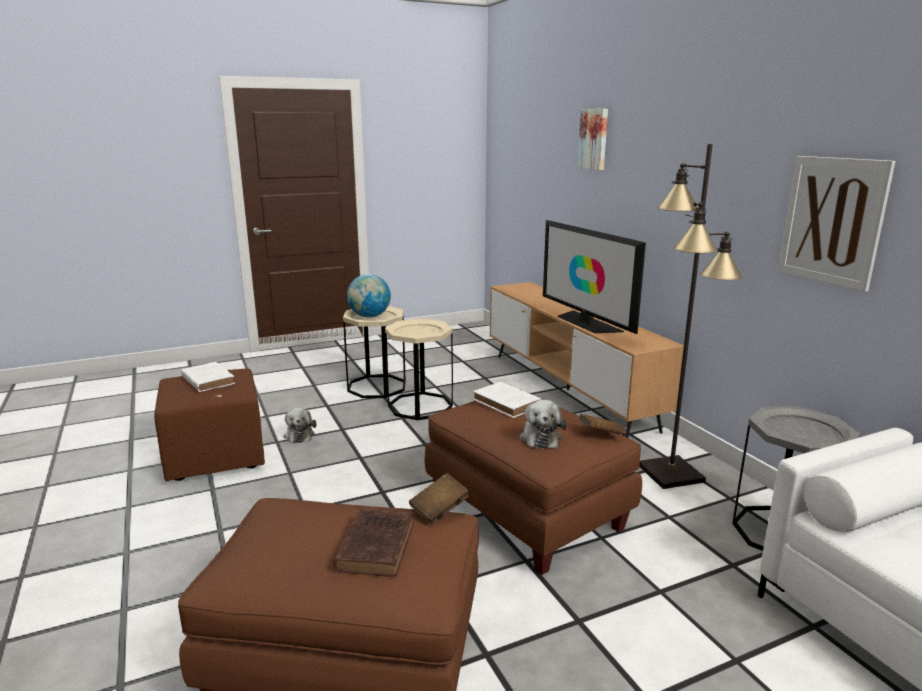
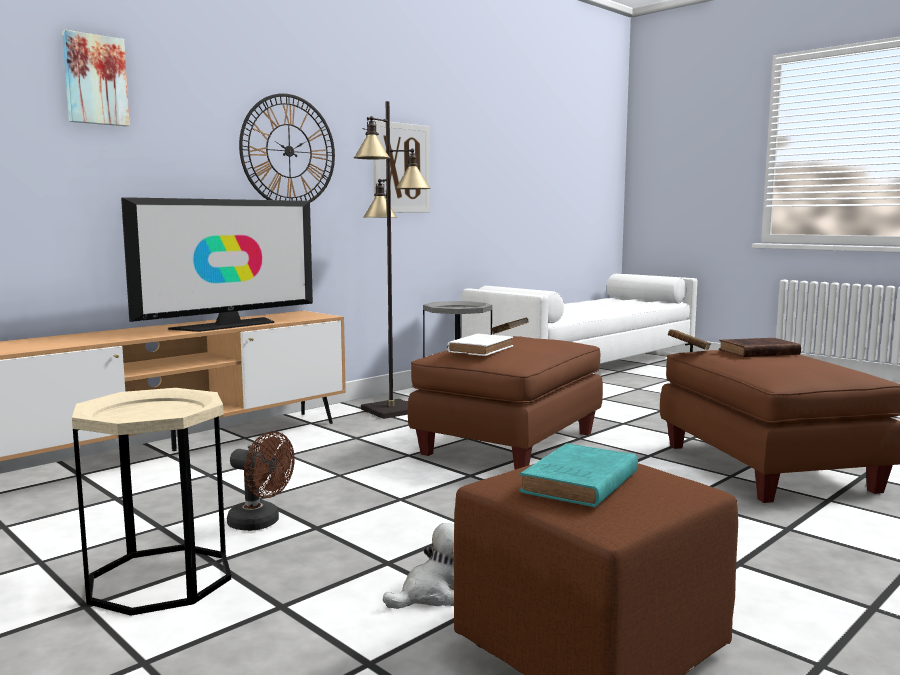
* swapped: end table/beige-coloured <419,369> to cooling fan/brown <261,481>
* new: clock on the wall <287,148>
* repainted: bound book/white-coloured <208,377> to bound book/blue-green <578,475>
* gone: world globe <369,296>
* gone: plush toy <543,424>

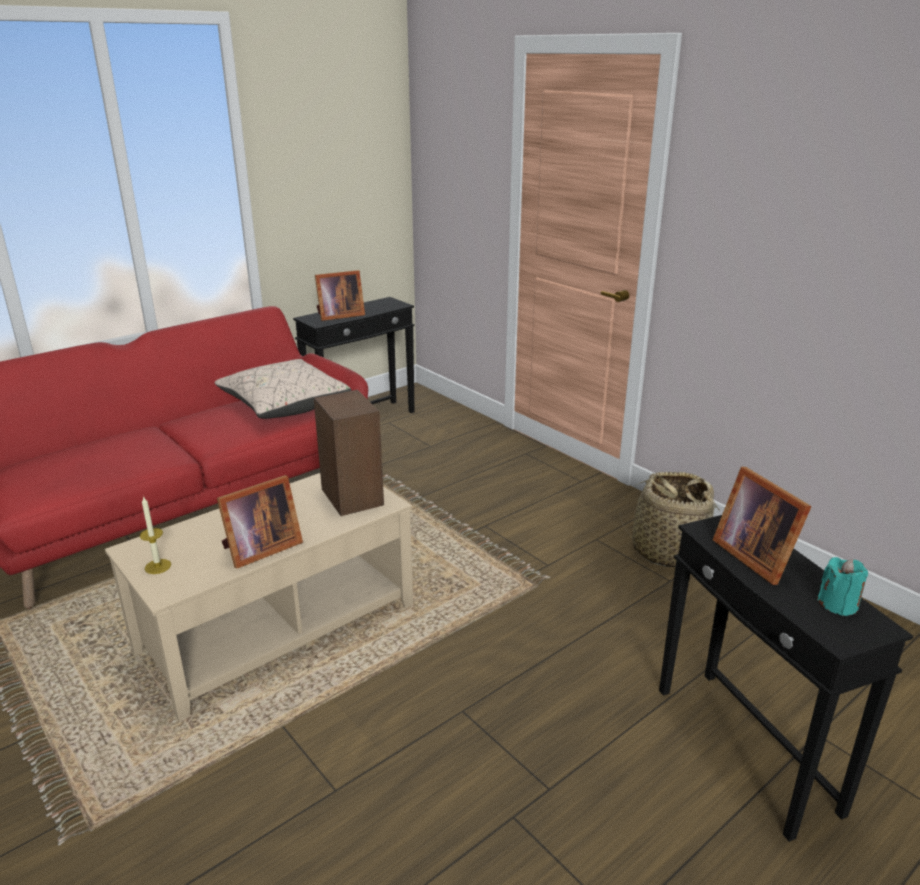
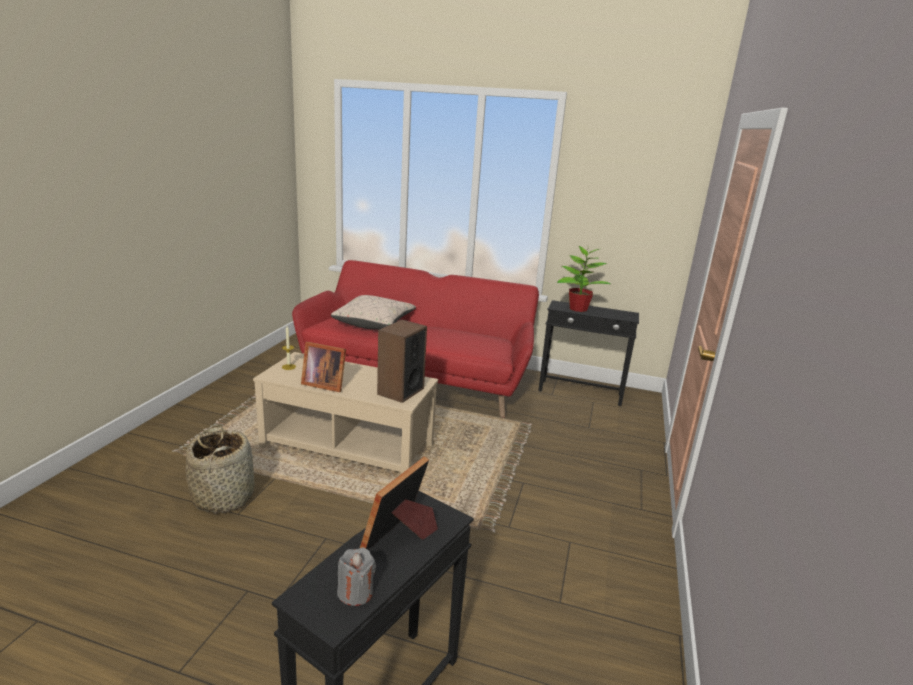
* shifted: household basket <670,519> to <220,470>
* shifted: cushion/beige-coloured <283,389> to <373,312>
* repainted: candle/blue-green <842,586> to candle/greyish <356,577>
* swapped: photo frame <340,295> to plant in a pot <583,279>

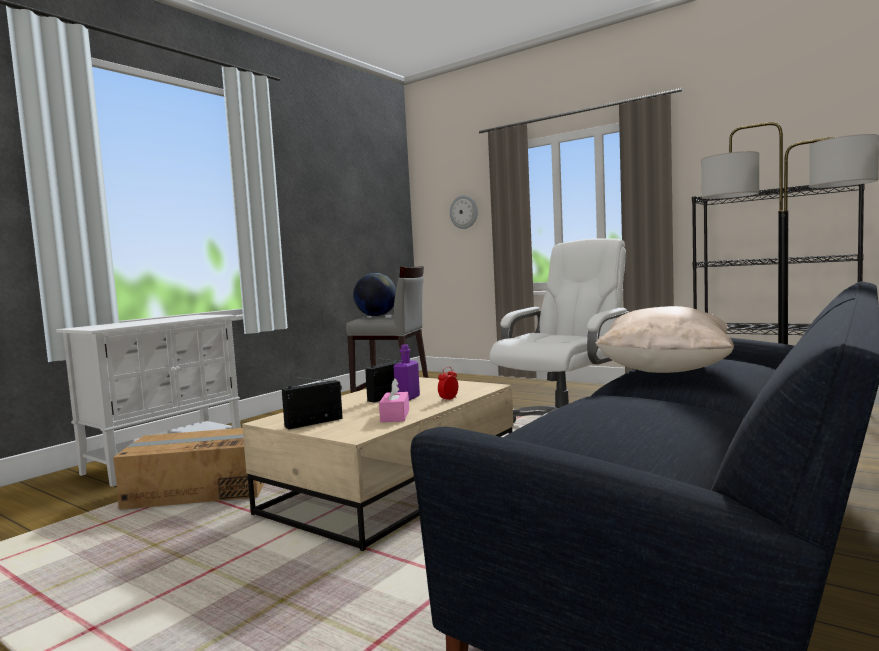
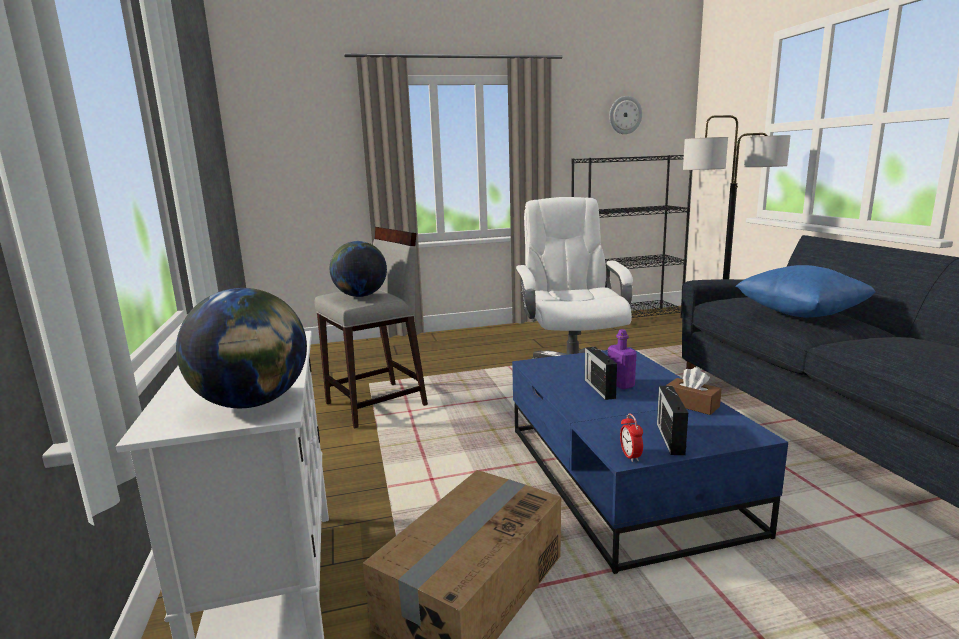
* new: world globe <241,348>
* repainted: low table/beige-coloured <377,464> to low table/blue-coloured <650,460>
* shifted: clock on the wall <464,212> to <625,115>
* shifted: alarm clock <448,383> to <631,438>
* repainted: box of tissues/pinkish <394,400> to box of tissues/brown <693,391>
* repainted: cushion/beige-coloured <664,339> to cushion/blue-coloured <805,291>

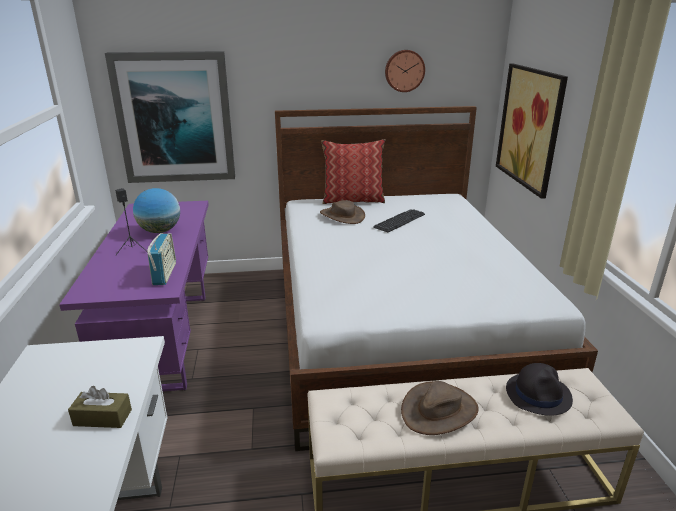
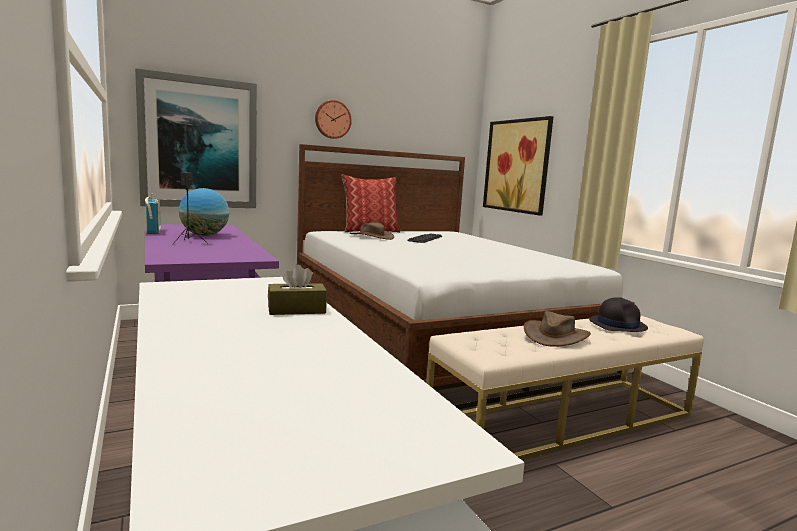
* shifted: radio receiver <161,259> to <153,214>
* shifted: clock on the wall <405,71> to <333,119>

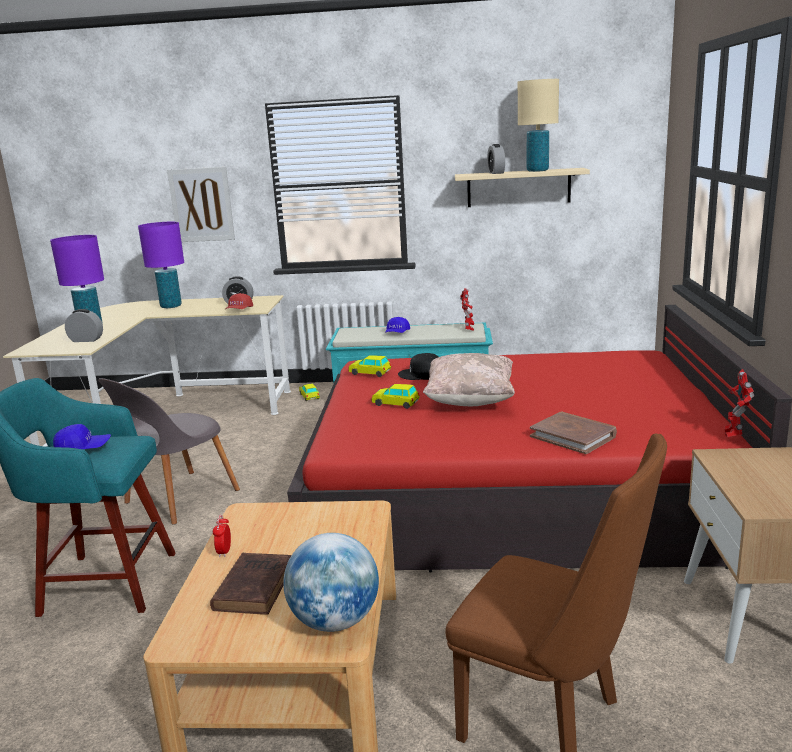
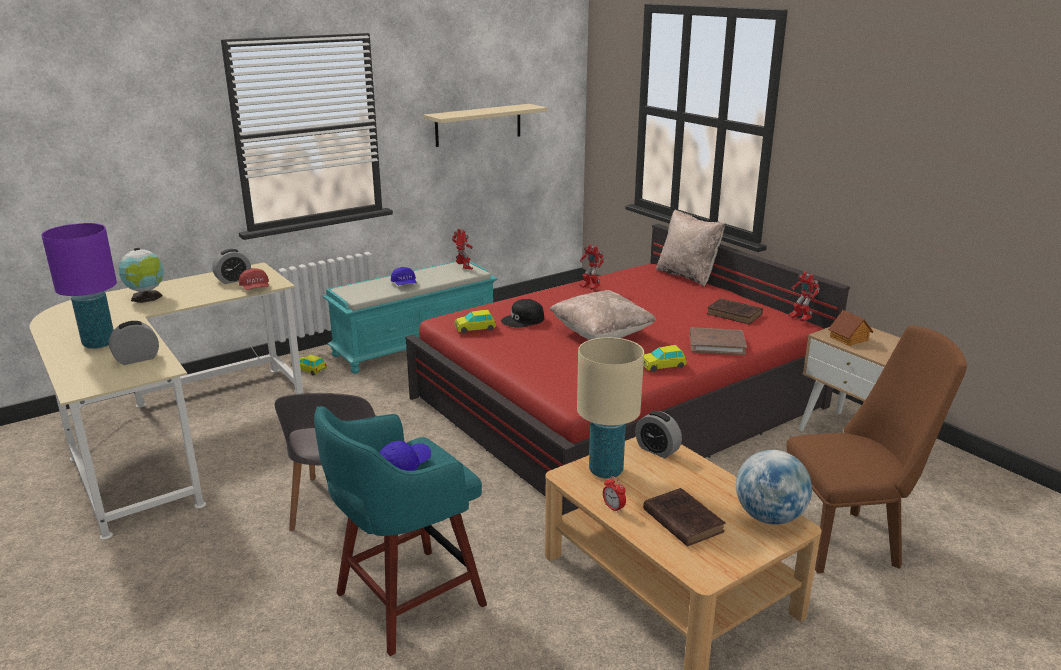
* swapped: table lamp/purplish <161,265> to world globe <141,275>
* shifted: table lamp/beige-coloured <538,125> to <610,408>
* new: robot figure <592,267>
* shifted: alarm clock <496,159> to <658,434>
* shifted: miniature car <395,396> to <665,358>
* new: cushion/beige-coloured <690,248>
* new: bound book/brown <735,311>
* new: miniature house <850,328>
* gone: picture <201,204>

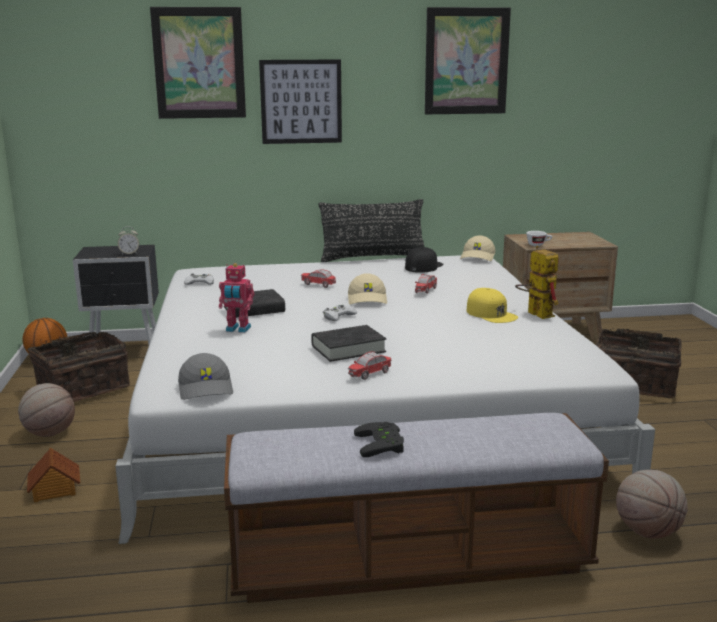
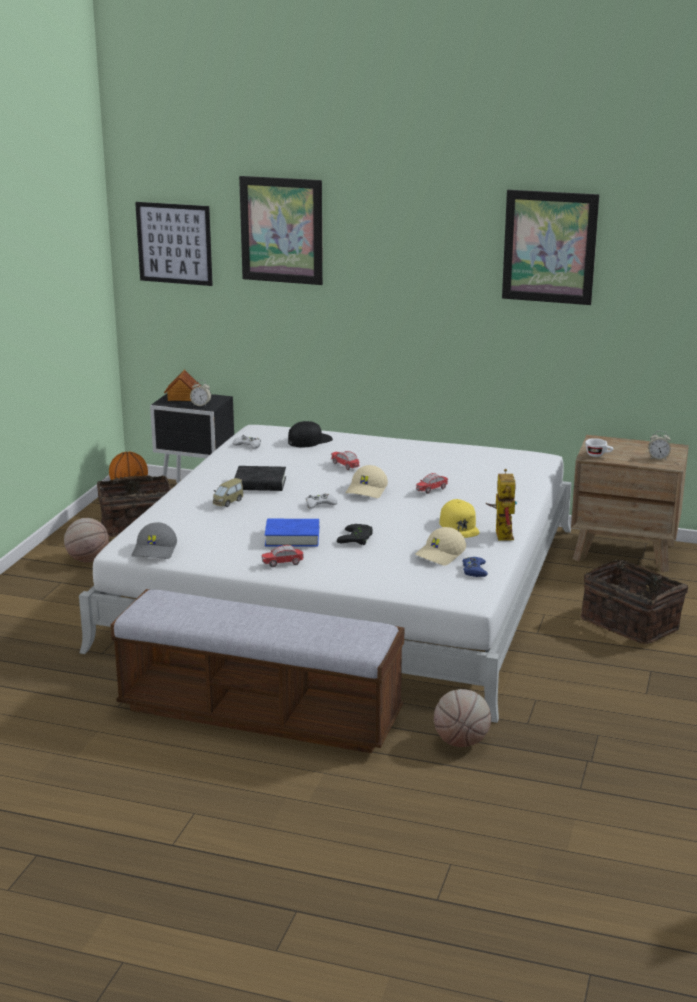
* shifted: picture <300,102> to <174,244>
* shifted: miniature house <53,475> to <182,385>
* swapped: robot figure <236,298> to miniature car <227,492>
* repainted: bound book/black <348,343> to bound book/blue-coloured <292,533>
* shifted: baseball cap/black <424,260> to <310,434>
* shifted: gamepad/black <379,439> to <355,534>
* shifted: baseball cap/beige-coloured <477,248> to <440,546>
* new: gamepad/blue-coloured <475,567>
* new: alarm clock <659,445>
* gone: cushion/black <371,230>

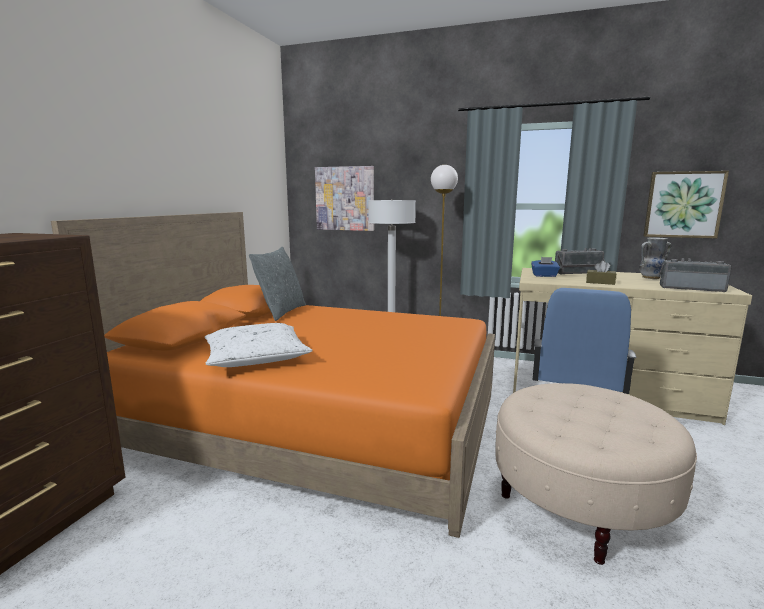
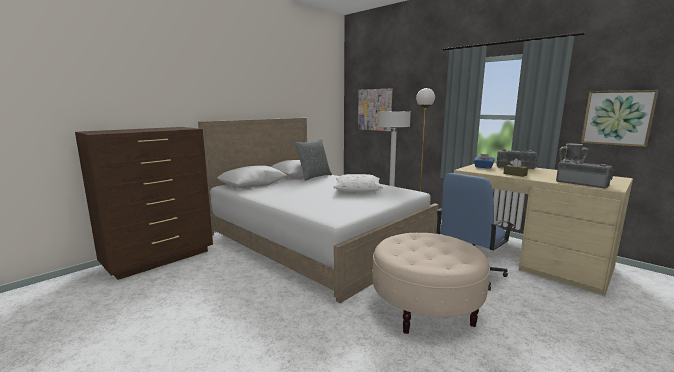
* repainted: sleeping bed/orange-coloured <273,375> to sleeping bed/white-coloured <318,210>
* shifted: cushion/white-coloured <259,345> to <358,183>

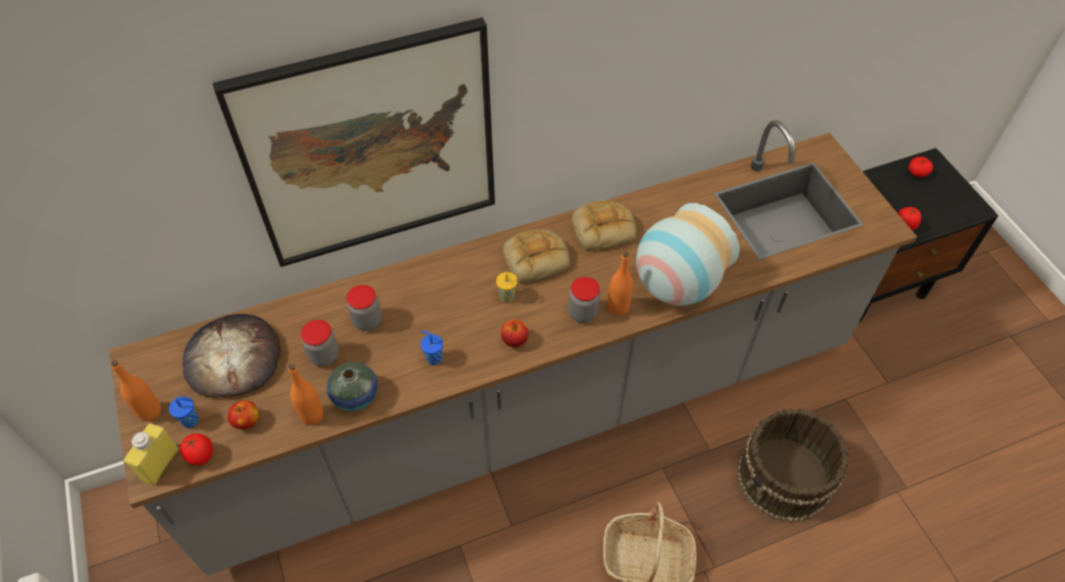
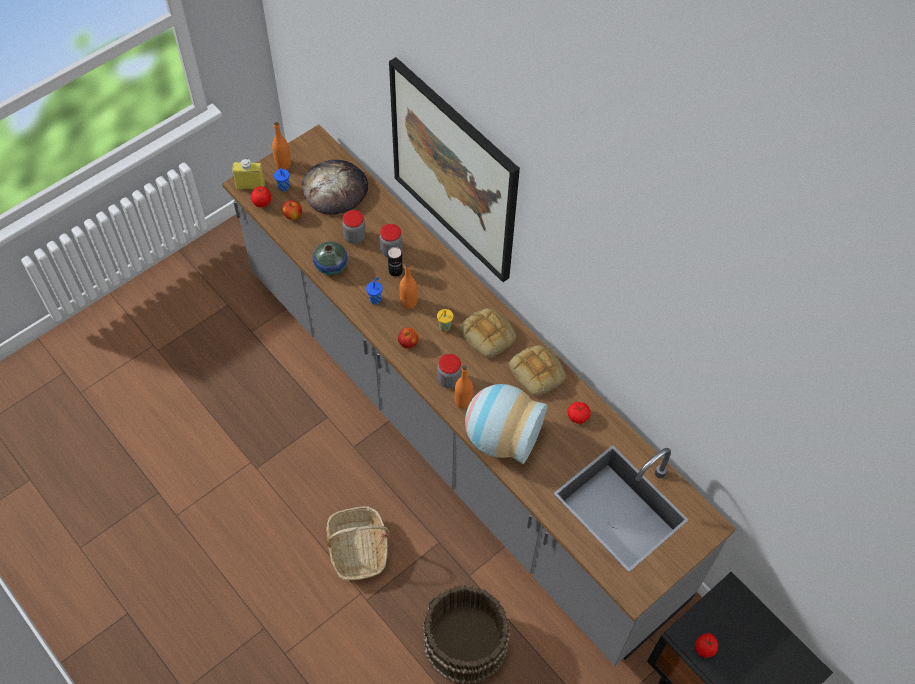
* new: sealed can <395,262>
* shifted: beverage bottle/orange-coloured <305,394> to <408,286>
* shifted: fresh tomato <920,167> to <579,413>

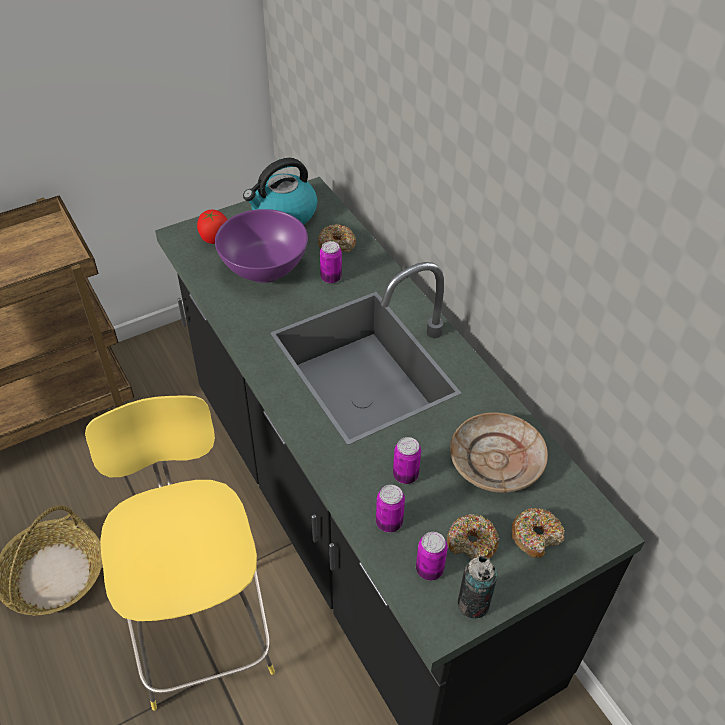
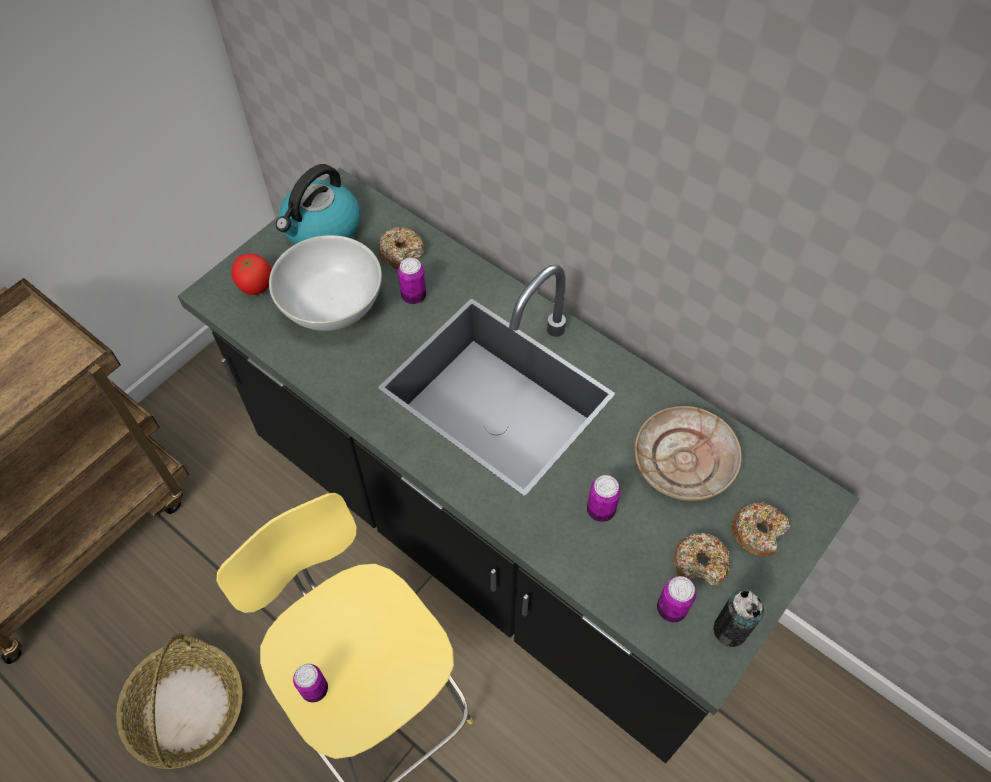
* repainted: deep dish/purplish <261,246> to deep dish/white-coloured <325,283>
* shifted: sealed can <390,508> to <310,683>

